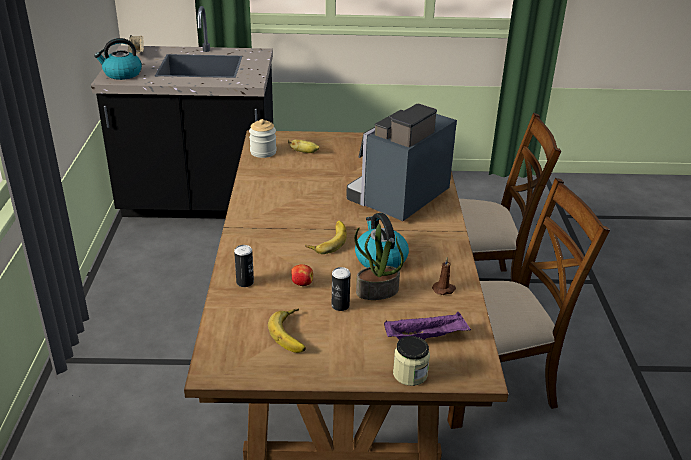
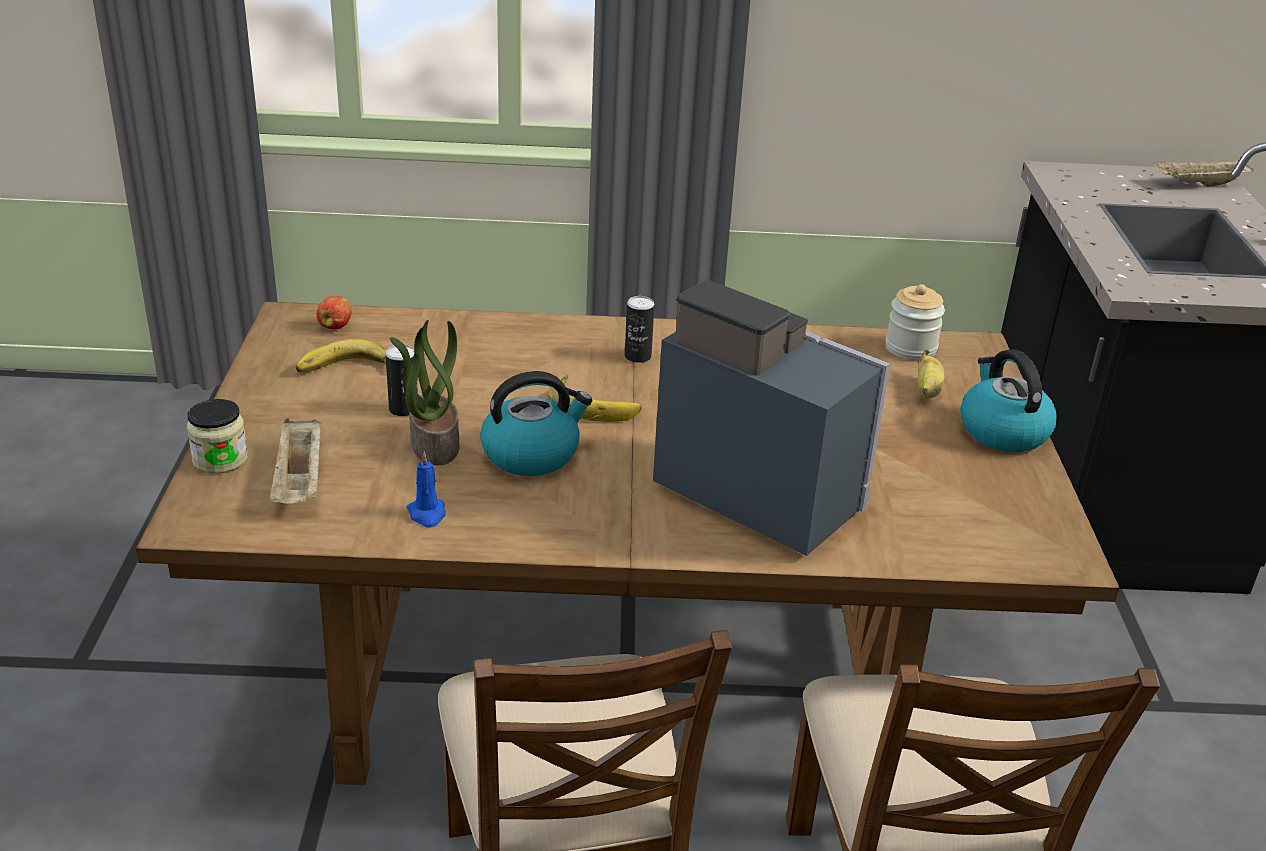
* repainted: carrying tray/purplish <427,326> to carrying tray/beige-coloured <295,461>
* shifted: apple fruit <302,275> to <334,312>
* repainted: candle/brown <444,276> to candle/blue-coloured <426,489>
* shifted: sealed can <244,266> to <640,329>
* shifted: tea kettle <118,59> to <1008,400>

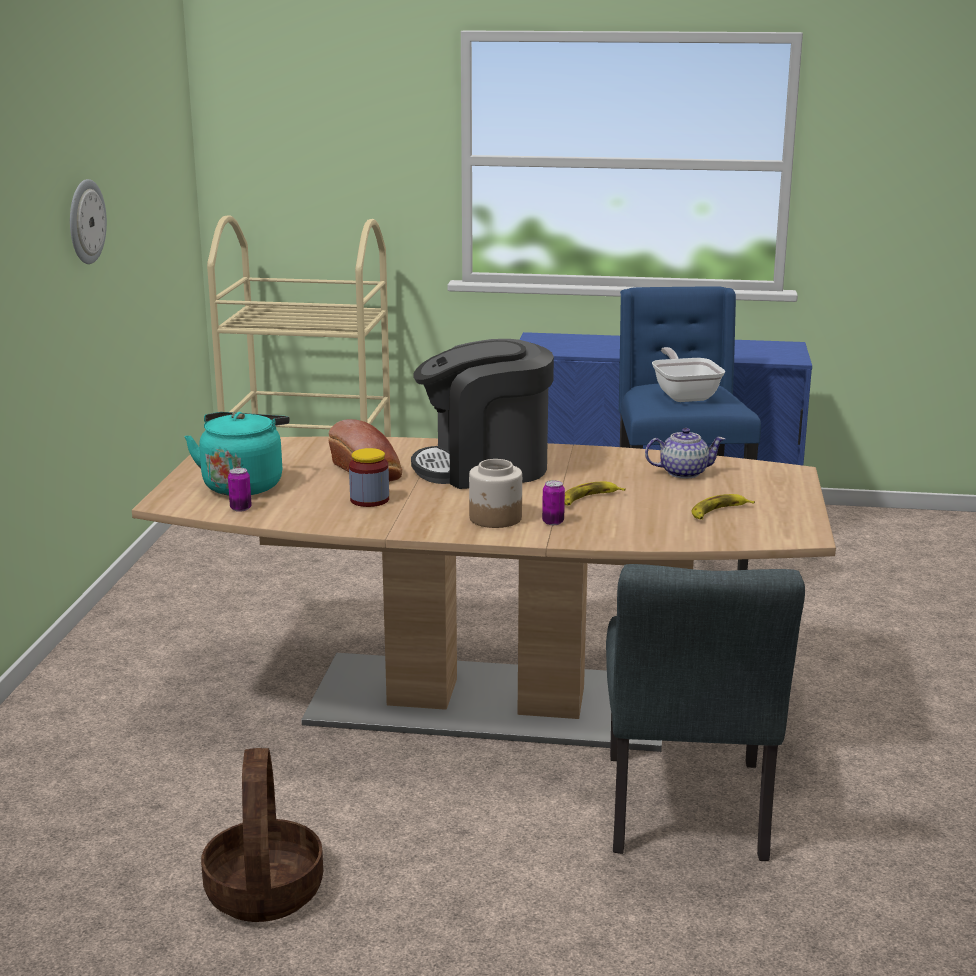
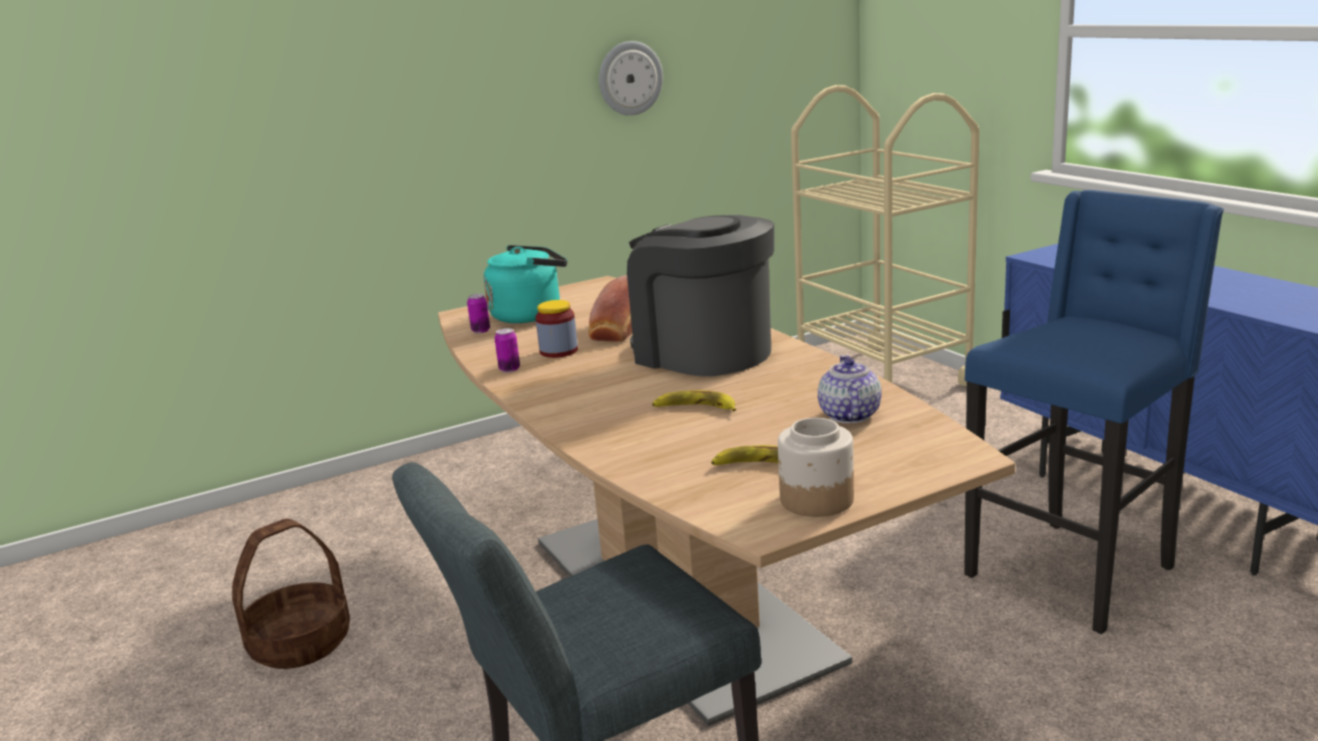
* shifted: sealed can <553,502> to <507,350>
* shifted: preserve jar <495,493> to <816,467>
* rotated: teapot <685,453> = <850,389> 135 degrees counterclockwise
* gone: skillet <689,374>

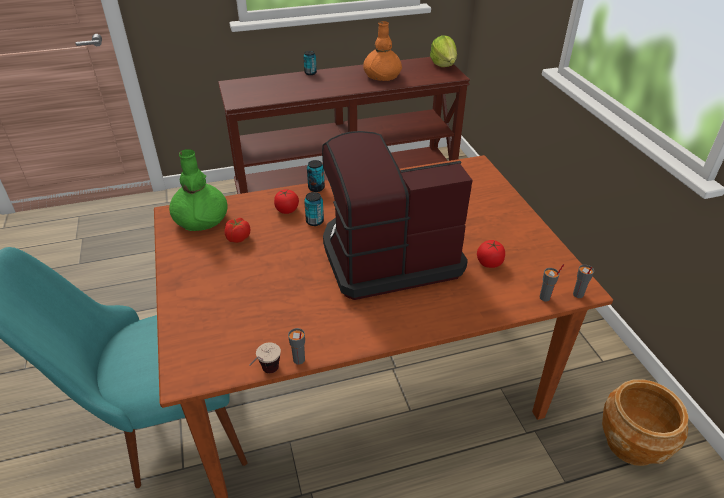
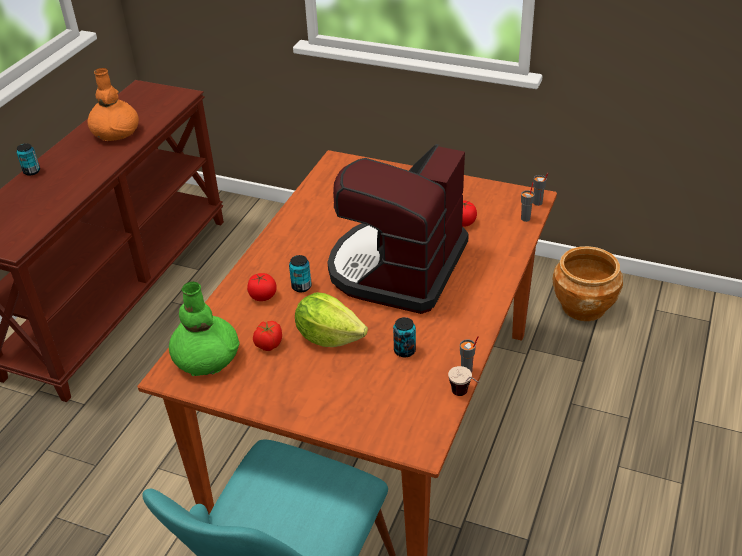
* shifted: head of lettuce <443,51> to <331,319>
* shifted: sealed can <316,176> to <404,337>

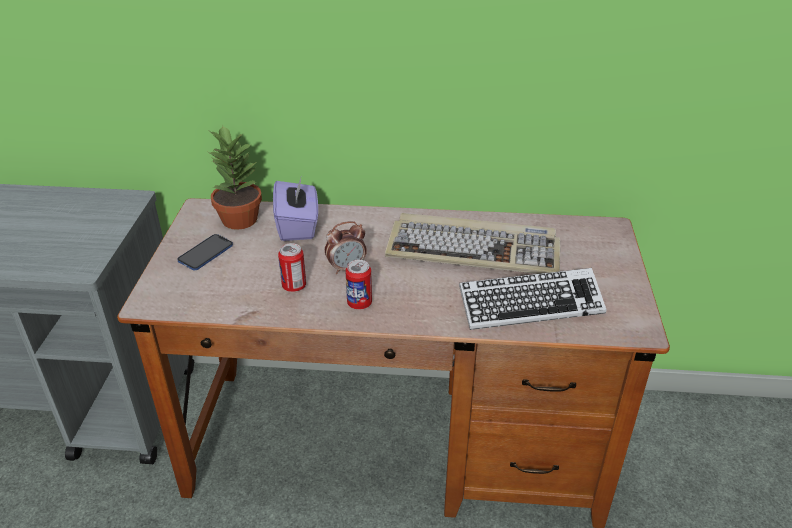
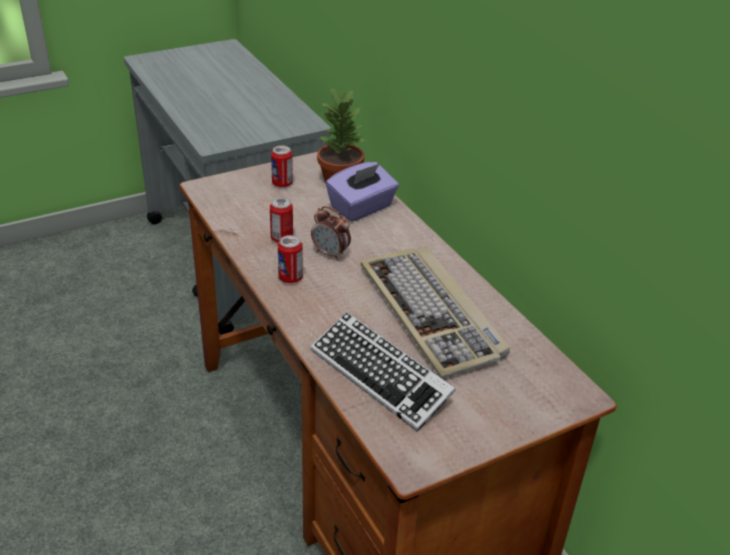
* swapped: telephone <205,252> to sealed can <282,166>

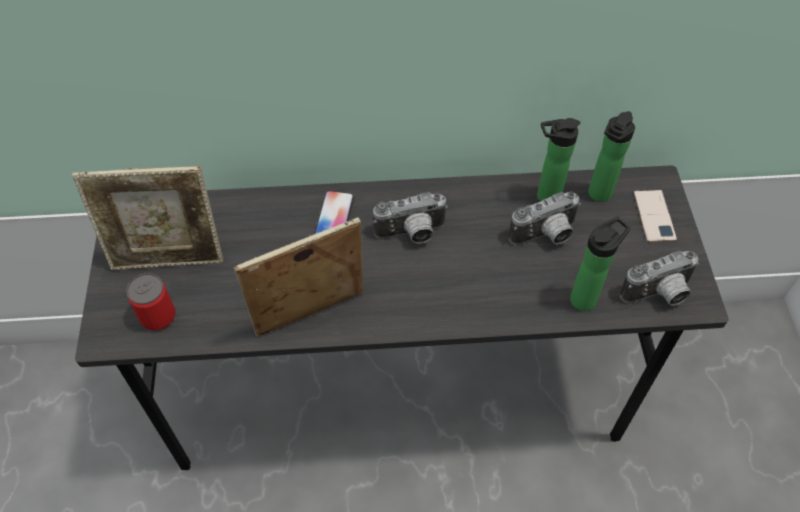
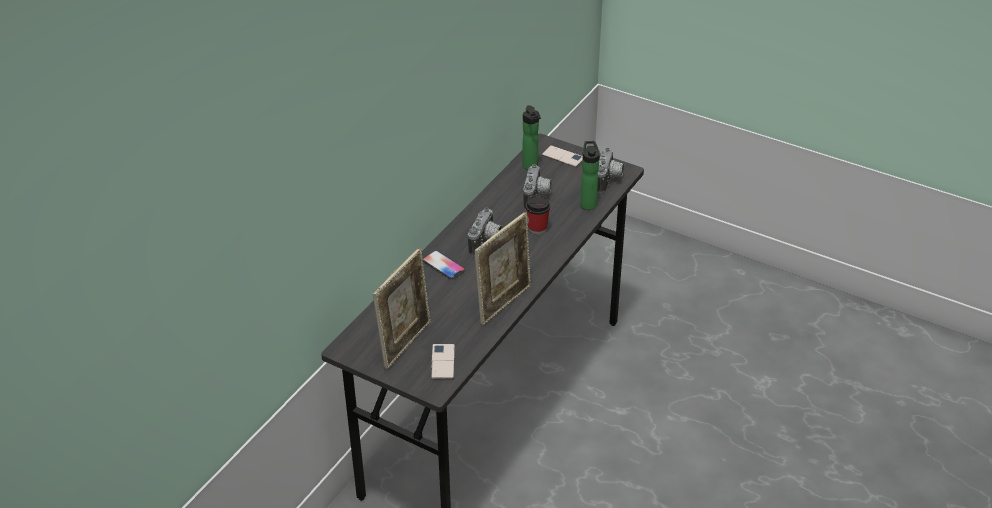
* swapped: sealed can <151,302> to telephone <443,361>
* rotated: photo frame <299,277> = <502,268> 150 degrees counterclockwise
* new: cup <538,215>
* gone: beverage bottle <558,160>

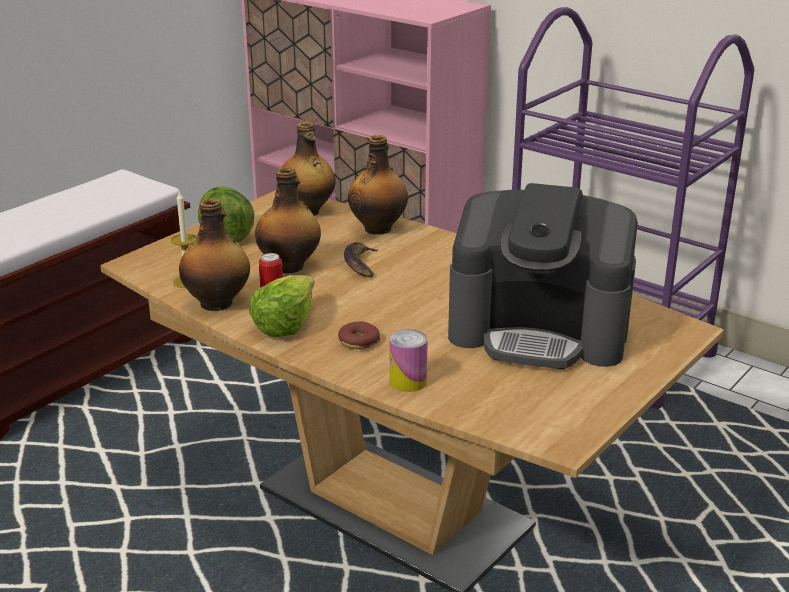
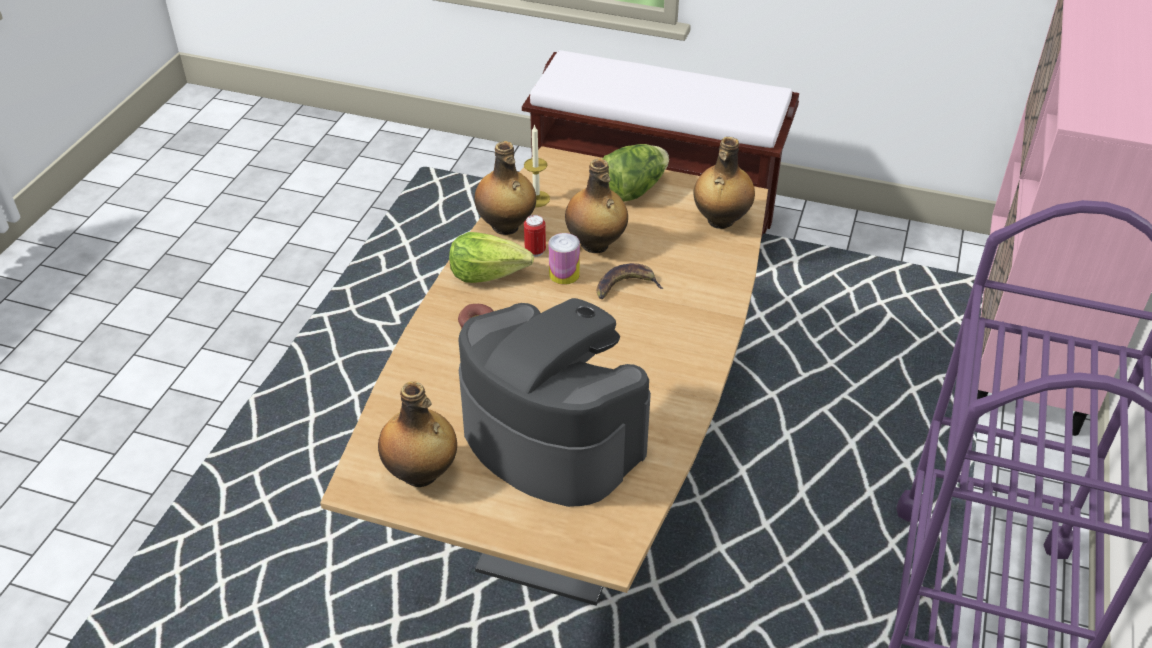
* shifted: beverage bottle <378,185> to <417,434>
* rotated: coffee brewer <543,276> = <554,402> 135 degrees clockwise
* shifted: sealed can <408,360> to <564,259>

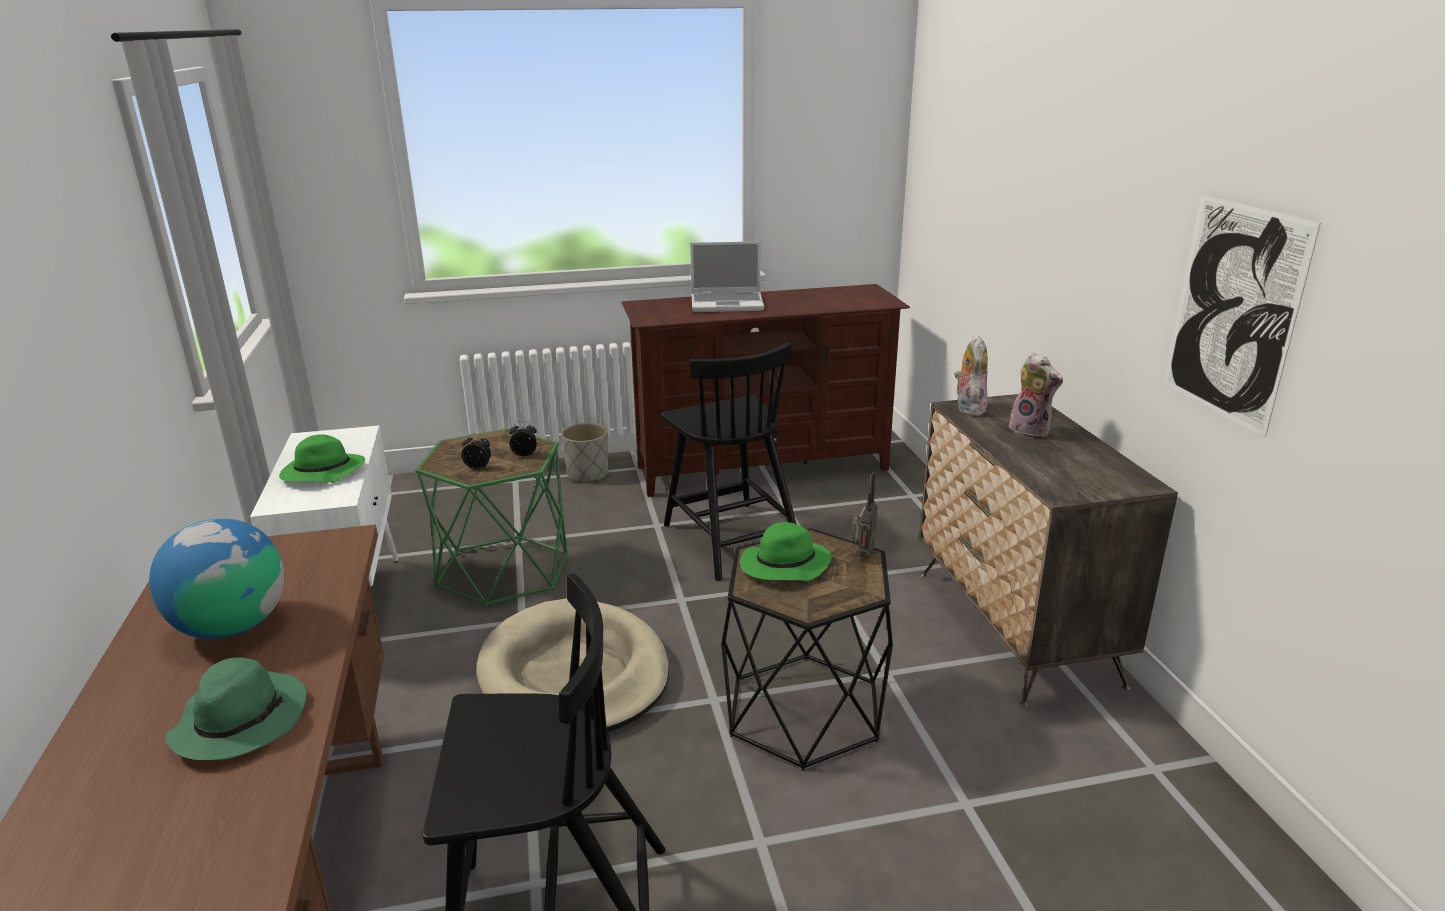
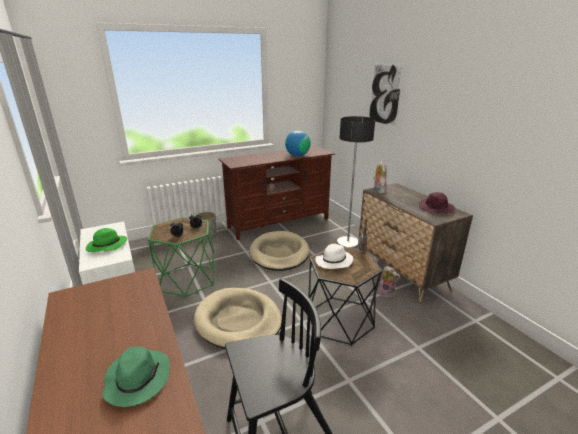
* swapped: upright chair/black <728,461> to dog bed/beige-coloured <279,251>
* shifted: world globe <216,579> to <298,143>
* repainted: clothing hat/greenish <786,551> to clothing hat/white-coloured <334,256>
* new: floor lamp <356,182>
* shifted: picture <1242,315> to <386,95>
* shifted: plush toy <1036,396> to <389,282>
* new: clothing hat/purplish <437,203>
* gone: portable computer <727,276>

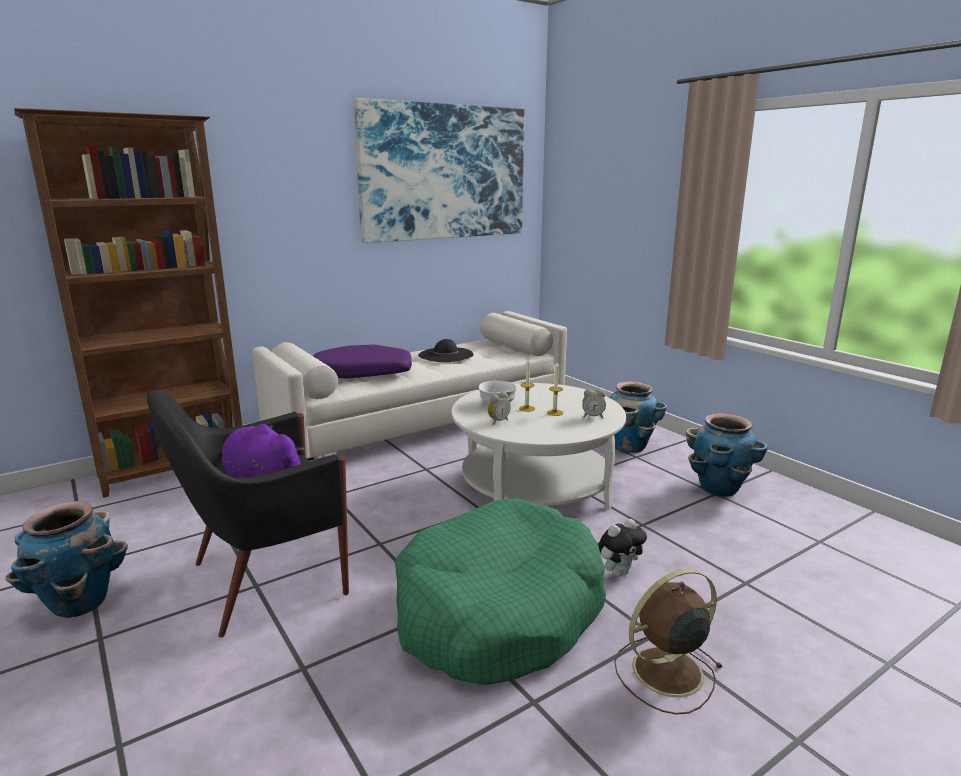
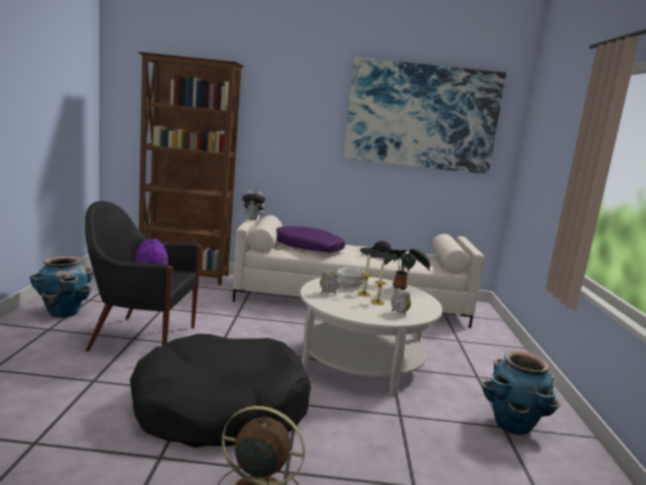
* repainted: dog bed/greenish <500,591> to dog bed/black <220,391>
* shifted: plush toy <622,547> to <255,205>
* new: plant in a pot <407,269>
* gone: plant pot <637,417>

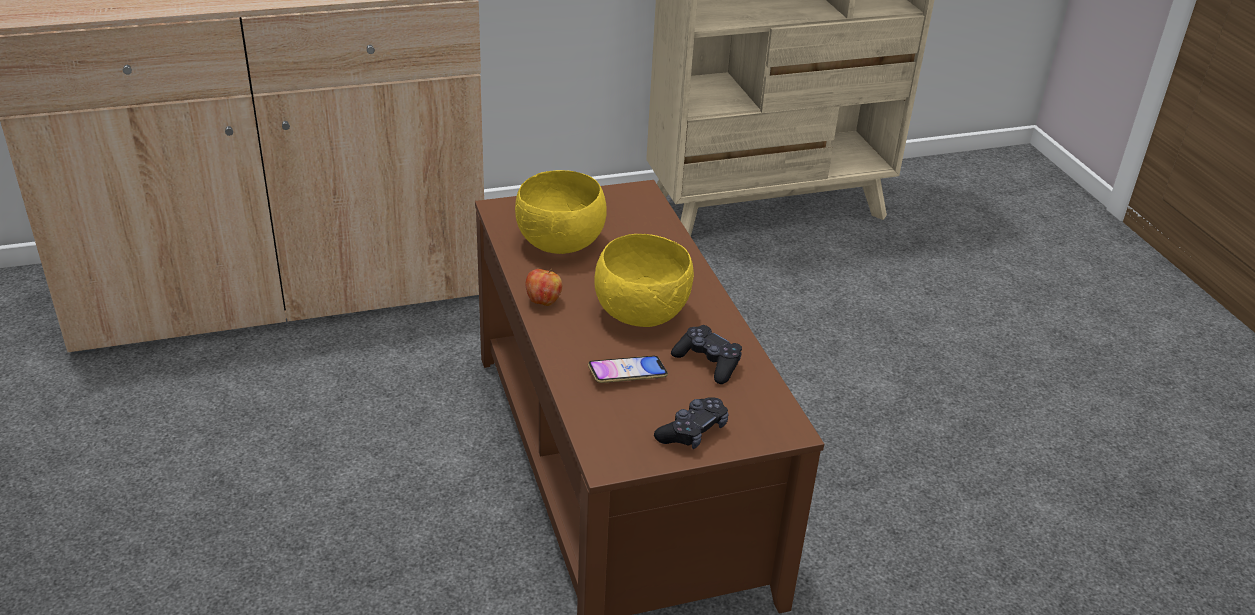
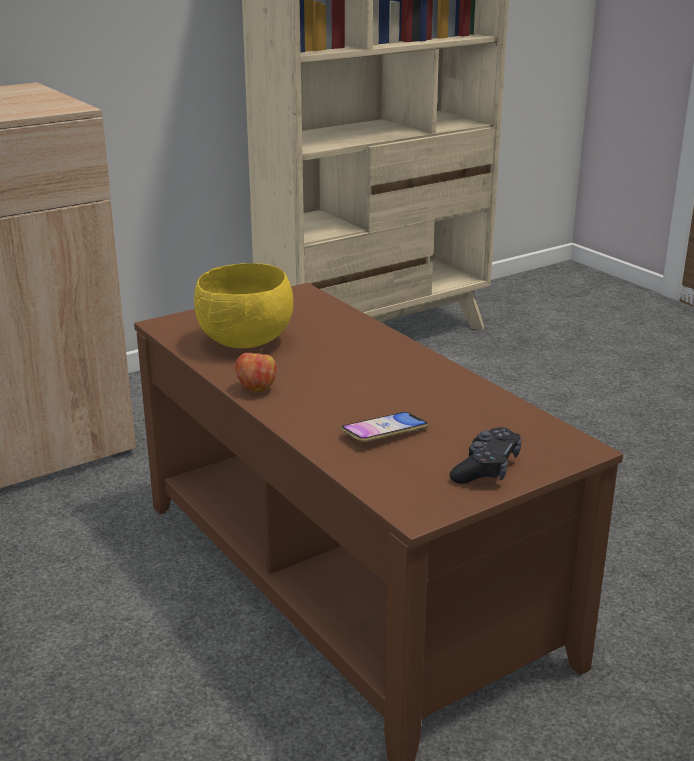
* gone: deep dish/yellow-coloured <644,280>
* gone: gamepad/black <706,354>

